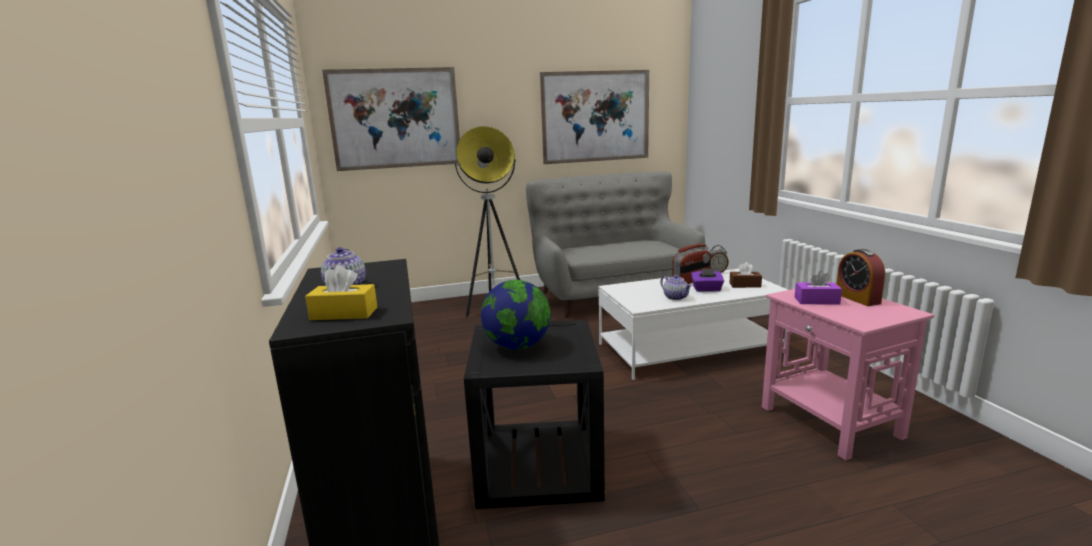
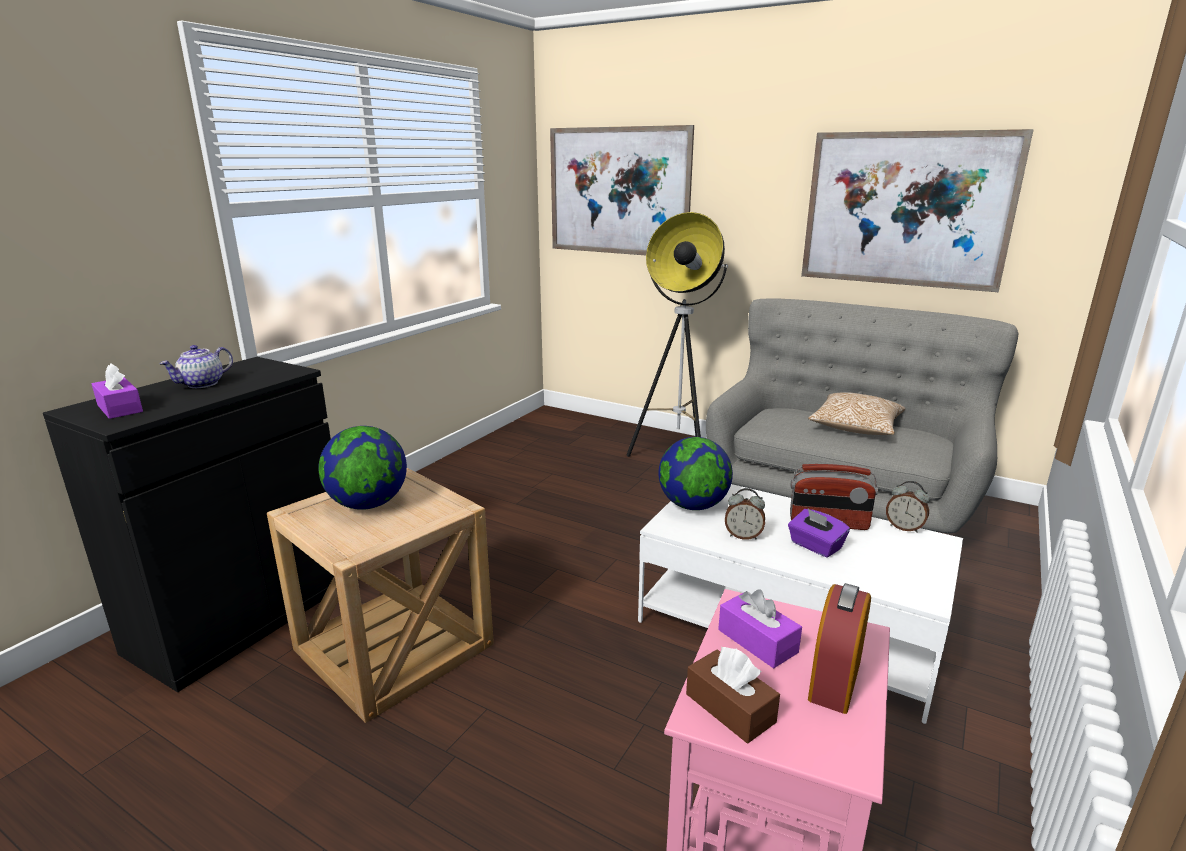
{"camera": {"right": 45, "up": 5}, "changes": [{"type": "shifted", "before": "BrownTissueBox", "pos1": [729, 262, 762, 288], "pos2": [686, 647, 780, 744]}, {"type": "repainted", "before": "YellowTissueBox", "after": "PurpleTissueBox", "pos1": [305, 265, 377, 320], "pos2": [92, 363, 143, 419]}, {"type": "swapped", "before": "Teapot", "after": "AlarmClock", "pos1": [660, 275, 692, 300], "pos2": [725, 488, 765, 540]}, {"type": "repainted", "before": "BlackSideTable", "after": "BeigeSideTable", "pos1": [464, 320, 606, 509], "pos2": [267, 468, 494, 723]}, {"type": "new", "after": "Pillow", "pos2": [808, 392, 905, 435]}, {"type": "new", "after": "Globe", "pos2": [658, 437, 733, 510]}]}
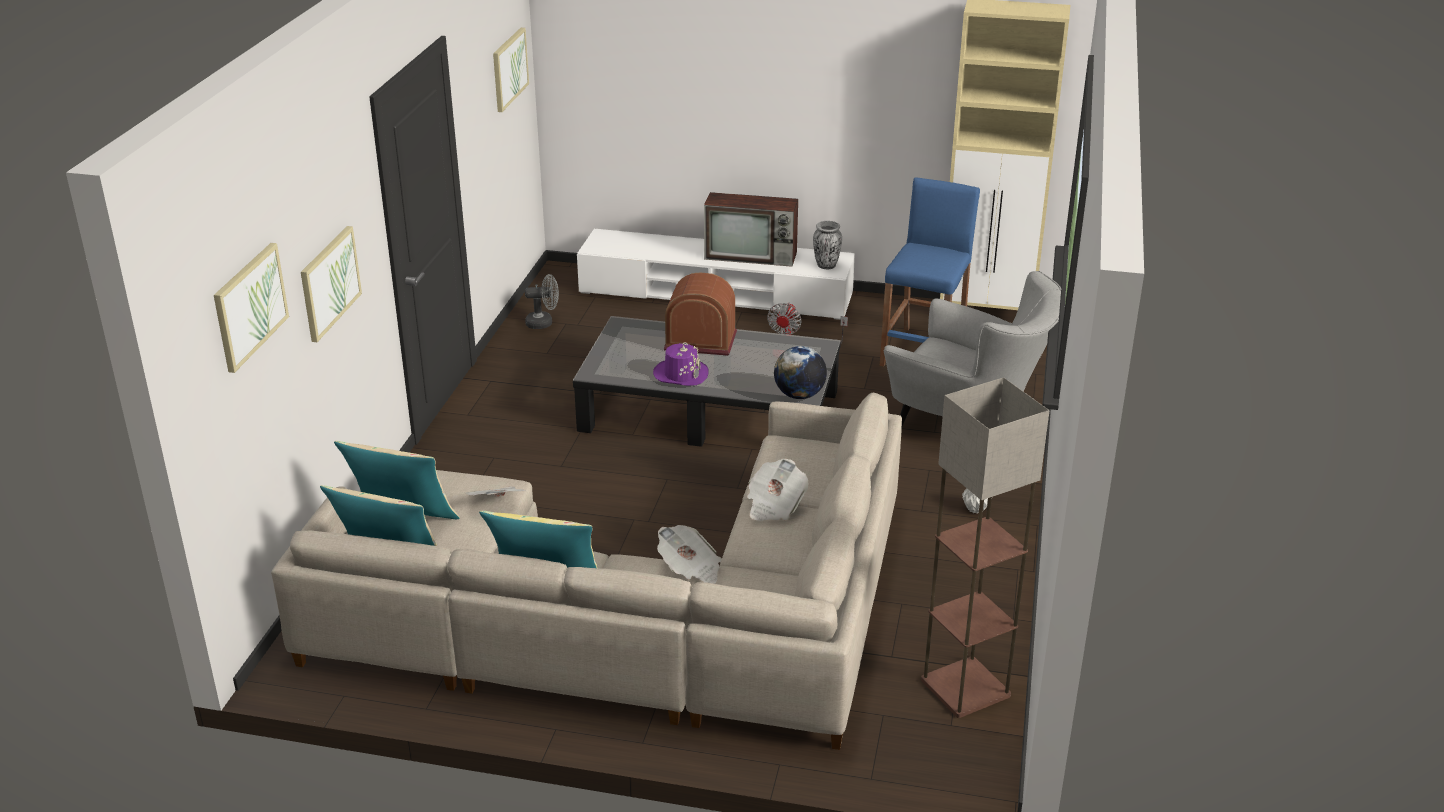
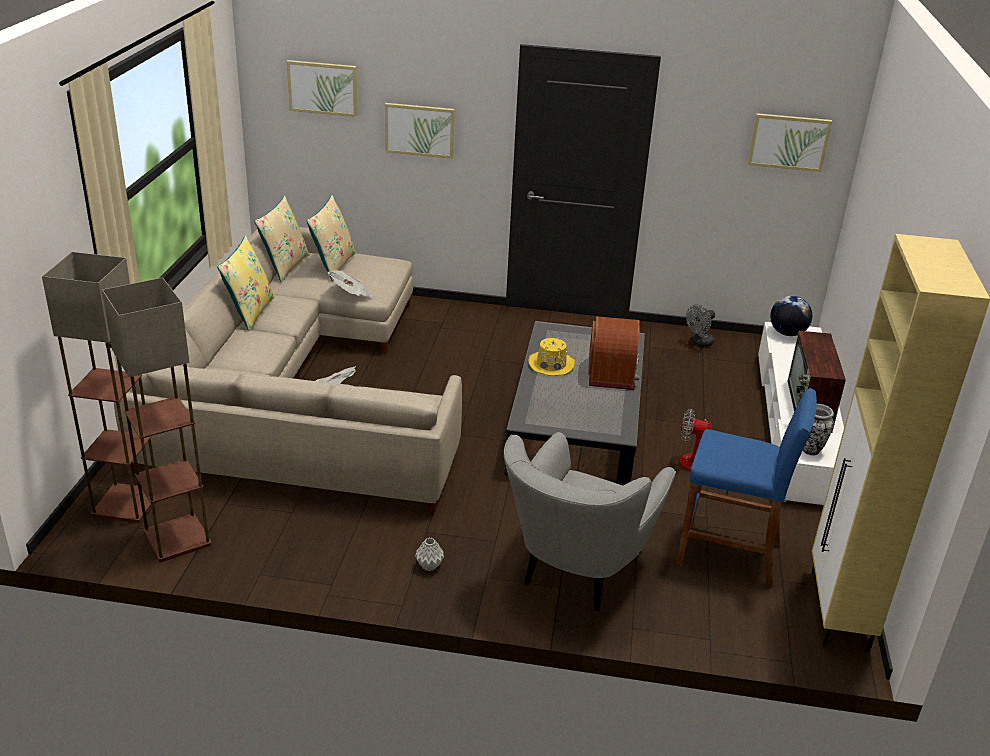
{"camera": {"right": 85, "up": 0}, "changes": [{"type": "rotated", "before": "GreyFan", "pos1": [525, 274, 559, 329], "pos2": [686, 304, 715, 347], "turn": 60}, {"type": "repainted", "before": "PurpleHat", "after": "YellowHat", "pos1": [653, 342, 708, 386], "pos2": [528, 338, 575, 376]}, {"type": "shifted", "before": "Globe", "pos1": [774, 346, 827, 399], "pos2": [770, 296, 812, 336]}, {"type": "gone", "before": "Newspaper", "pos1": [657, 525, 722, 584]}, {"type": "new", "after": "FloorLamp", "pos2": [42, 252, 155, 523]}]}
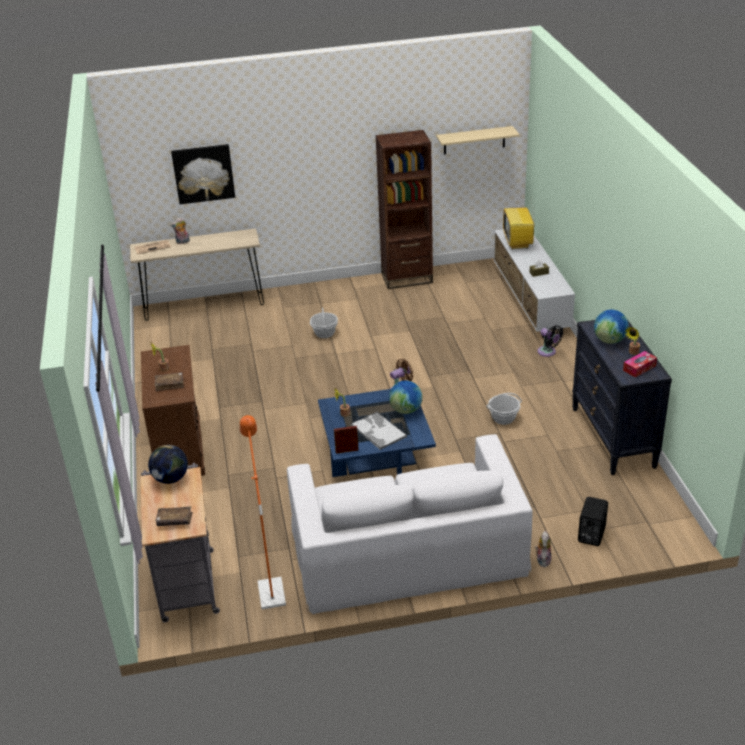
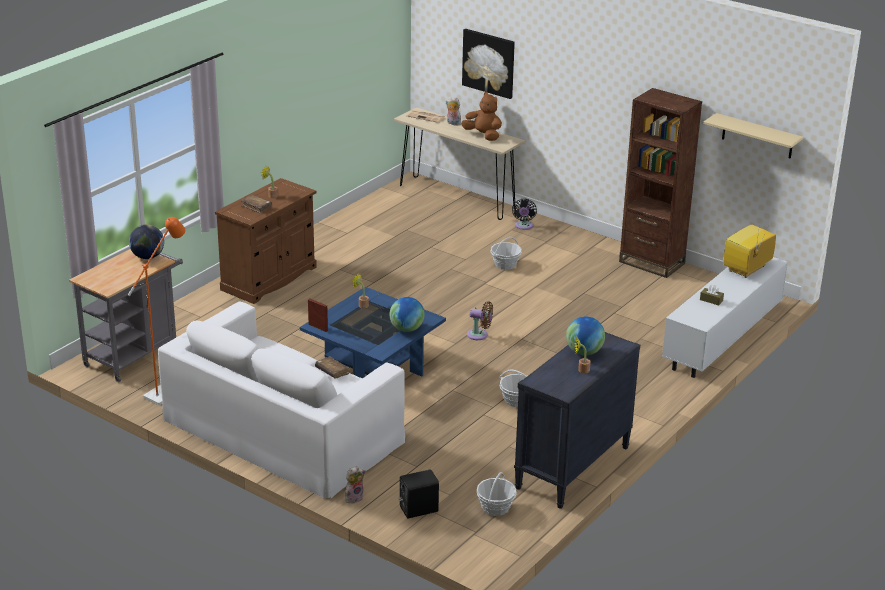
{"camera": {"right": 45, "up": -5}, "changes": [{"type": "shifted", "before": "BlackFan", "pos1": [538, 325, 563, 357], "pos2": [512, 199, 537, 230]}, {"type": "gone", "before": "TissueBox", "pos1": [623, 351, 657, 377]}, {"type": "gone", "before": "Tray", "pos1": [351, 412, 407, 450]}, {"type": "shifted", "before": "BrownBook", "pos1": [156, 506, 192, 526], "pos2": [315, 356, 349, 379]}, {"type": "new", "after": "BrownPlushToy", "pos2": [461, 92, 502, 141]}, {"type": "new", "after": "Basket", "pos2": [477, 472, 517, 516]}]}
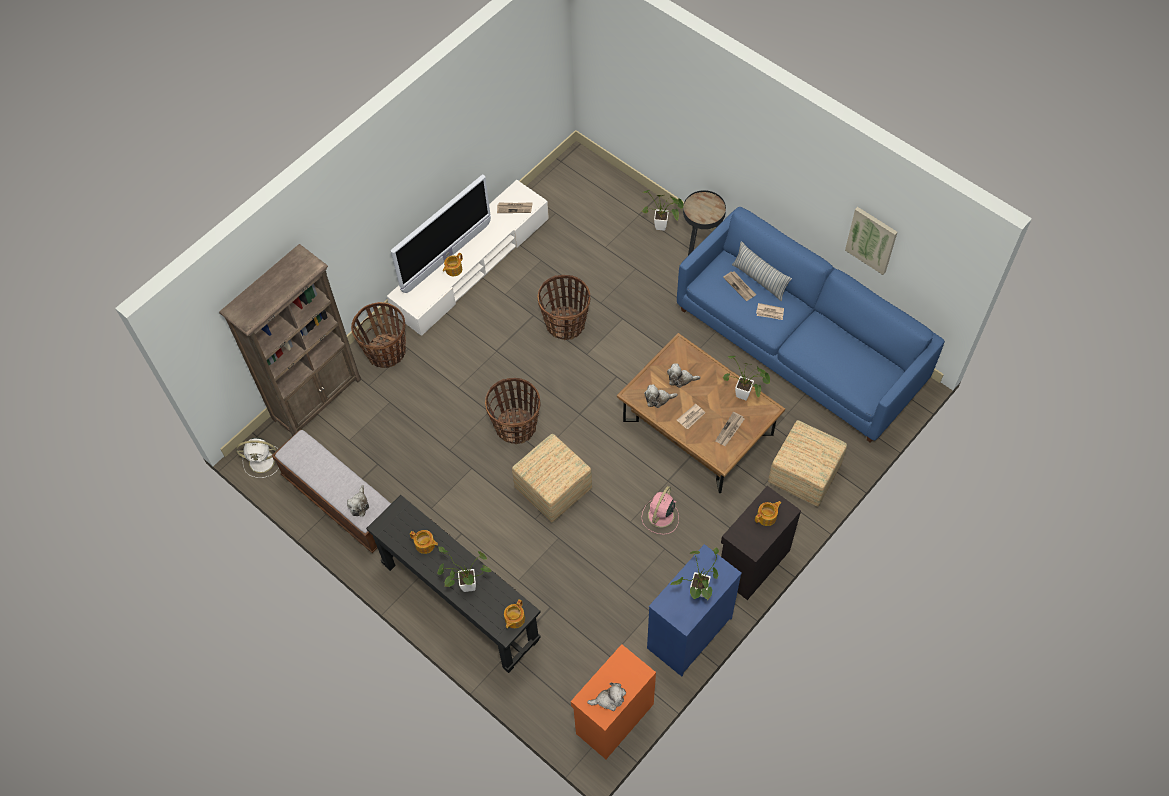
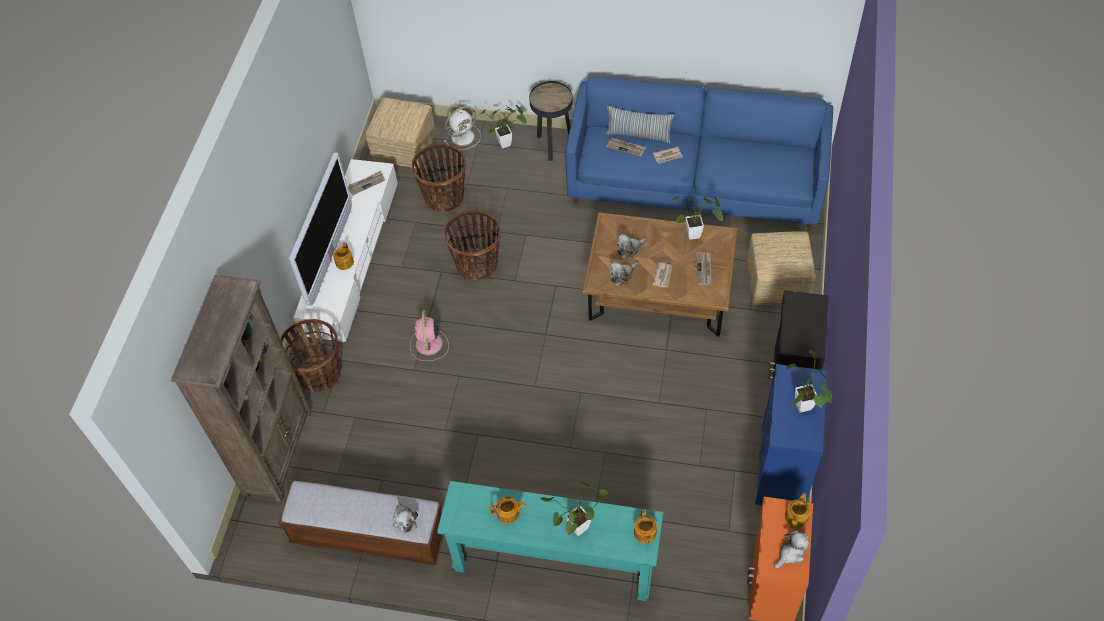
{"camera": {"right": -30, "up": -5}, "changes": [{"type": "gone", "before": "Picture", "pos1": [845, 207, 898, 275]}, {"type": "shifted", "before": "Basket", "pos1": [485, 378, 540, 444], "pos2": [412, 144, 466, 211]}, {"type": "shifted", "before": "Ottoman", "pos1": [512, 434, 592, 523], "pos2": [365, 97, 436, 168]}, {"type": "shifted", "before": "WhiteFan", "pos1": [236, 438, 279, 478], "pos2": [444, 106, 481, 150]}, {"type": "shifted", "before": "PinkFan", "pos1": [641, 486, 679, 535], "pos2": [410, 310, 449, 361]}, {"type": "repainted", "before": "BlackConsoleTable", "after": "TurquoiseConsoleTable", "pos1": [366, 495, 541, 673], "pos2": [437, 481, 664, 601]}, {"type": "shifted", "before": "Teapot", "pos1": [755, 501, 782, 526], "pos2": [785, 493, 811, 529]}]}
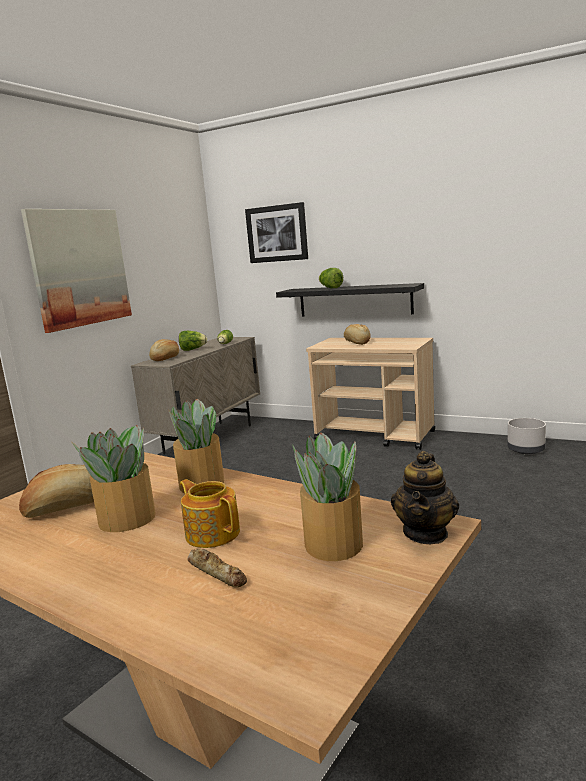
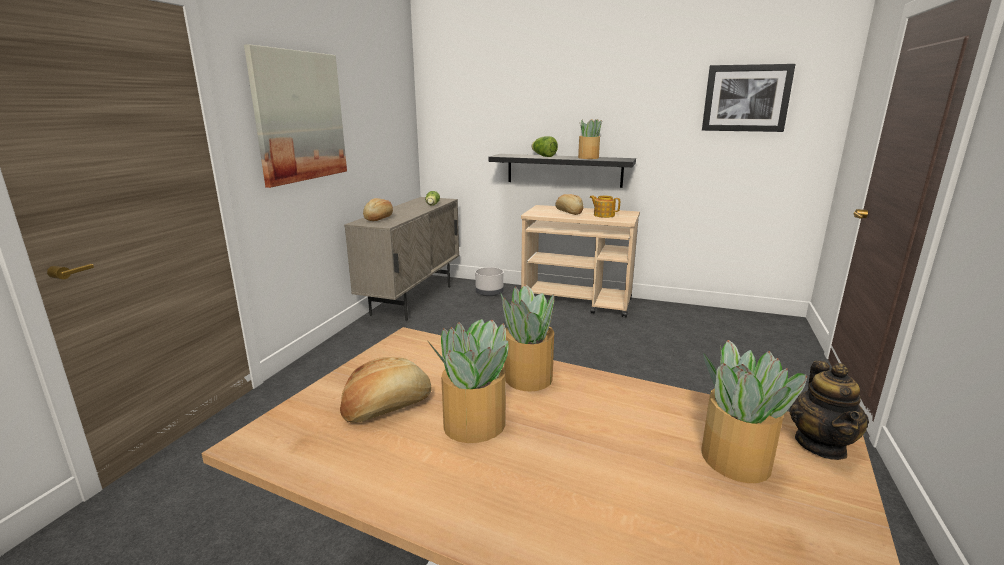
{"camera": {"right": -10, "up": 5}, "changes": [{"type": "shifted", "before": "Picture", "pos1": [245, 202, 308, 263], "pos2": [702, 64, 795, 132]}, {"type": "gone", "before": "Lettuce", "pos1": [179, 331, 207, 351]}, {"type": "shifted", "before": "GreyPlanter", "pos1": [508, 418, 546, 454], "pos2": [475, 267, 504, 296]}, {"type": "shifted", "before": "Teapot", "pos1": [180, 479, 240, 548], "pos2": [589, 195, 620, 218]}, {"type": "gone", "before": "Bread", "pos1": [187, 549, 247, 587]}, {"type": "new", "after": "PottedPlant", "pos2": [578, 119, 602, 159]}]}
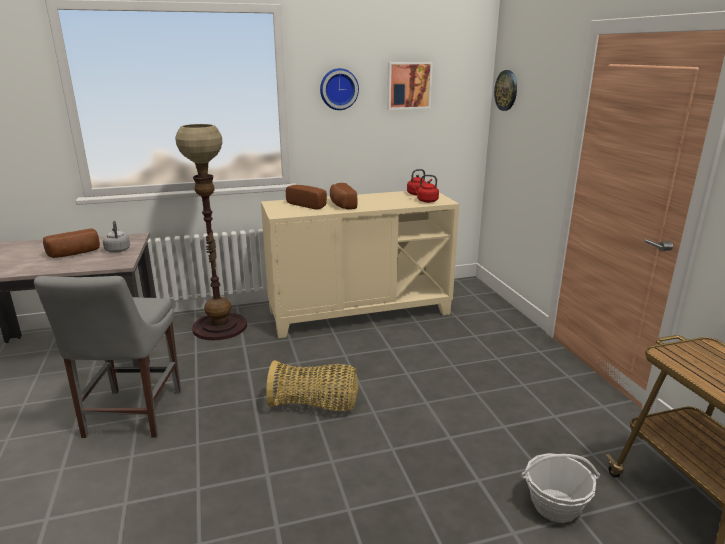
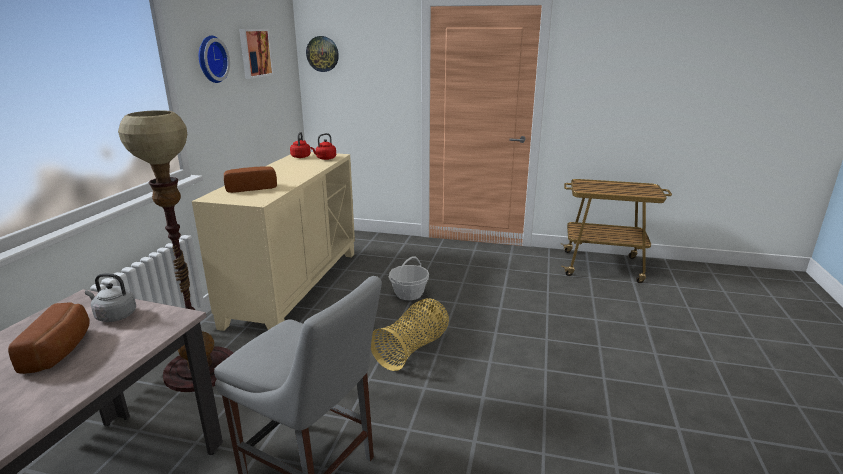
{"camera": {"right": -60, "up": 0}, "changes": [{"type": "gone", "before": "Bread", "pos1": [330, 183, 358, 209]}, {"type": "shifted", "before": "Basket", "pos1": [521, 453, 600, 523], "pos2": [389, 256, 429, 300]}]}
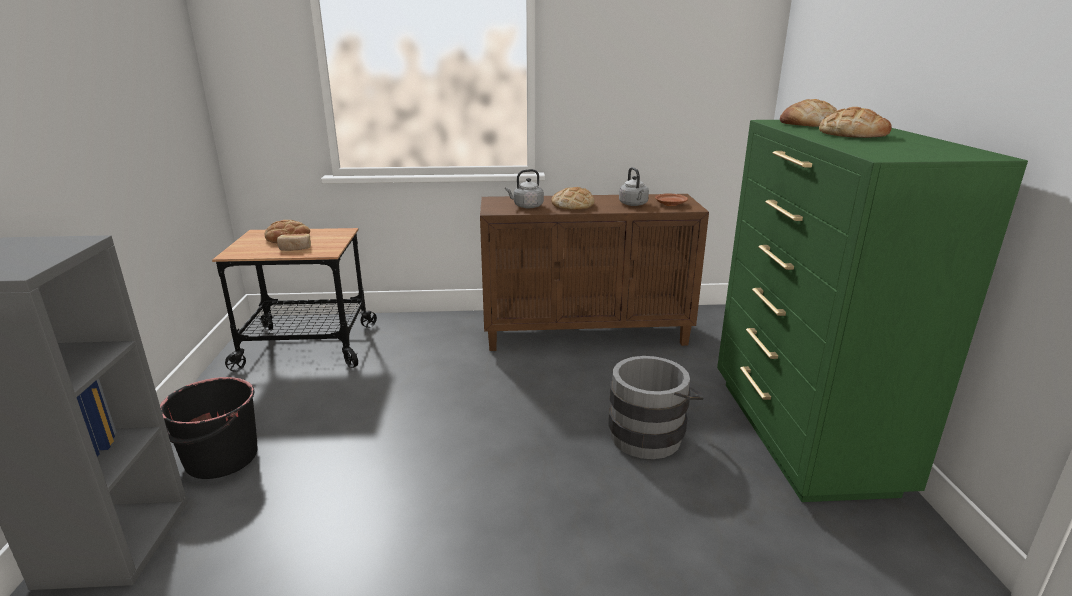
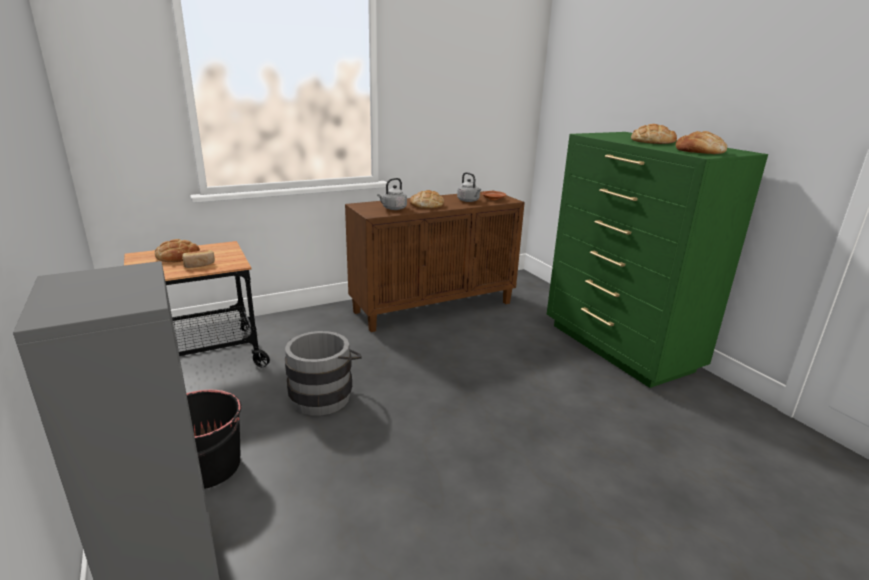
{"camera": {"right": -25, "up": 0}, "changes": [{"type": "shifted", "before": "Bread", "pos1": [780, 99, 837, 127], "pos2": [676, 131, 727, 154]}, {"type": "shifted", "before": "GreyBucket", "pos1": [608, 356, 703, 459], "pos2": [285, 331, 362, 416]}]}
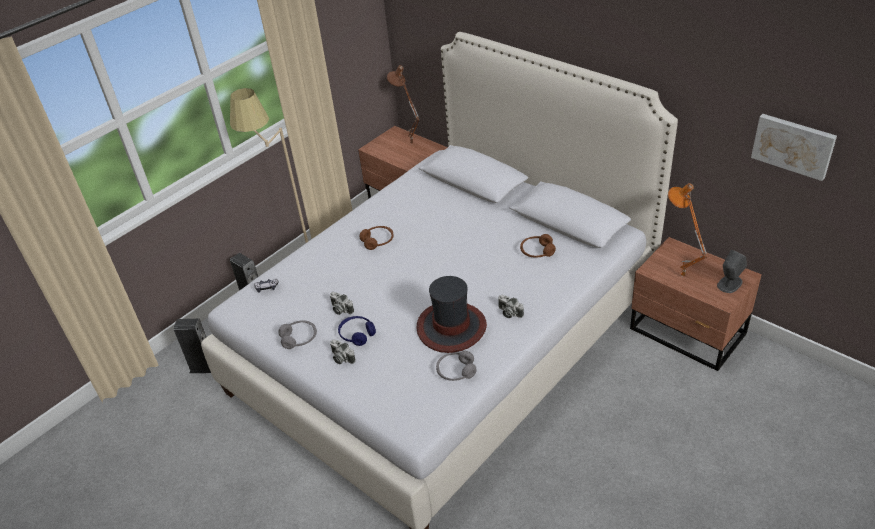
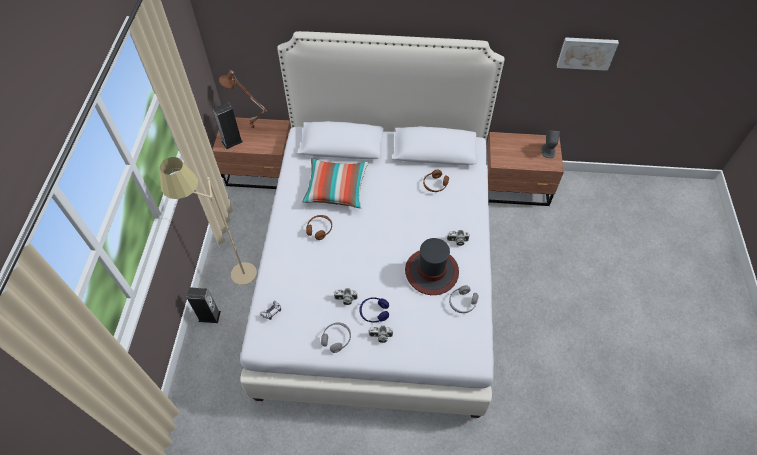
{"camera": {"right": -40, "up": 15}, "changes": [{"type": "gone", "before": "OrangeTableLamp", "pos1": [668, 183, 707, 278]}, {"type": "shifted", "before": "Speaker", "pos1": [174, 319, 211, 373], "pos2": [212, 102, 243, 149]}, {"type": "new", "after": "Pillow", "pos2": [302, 158, 368, 208]}]}
